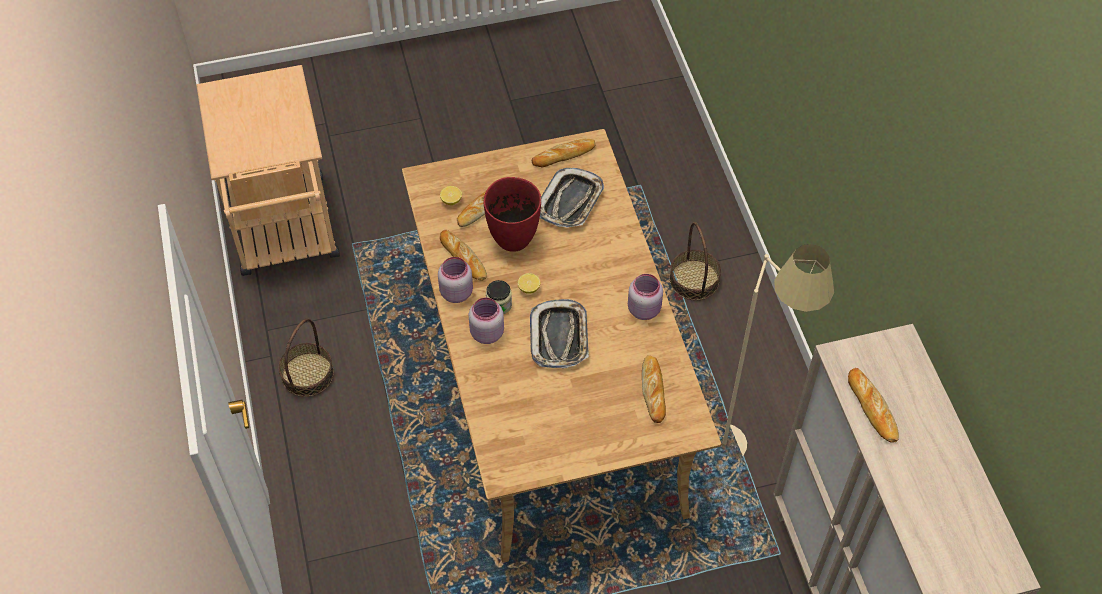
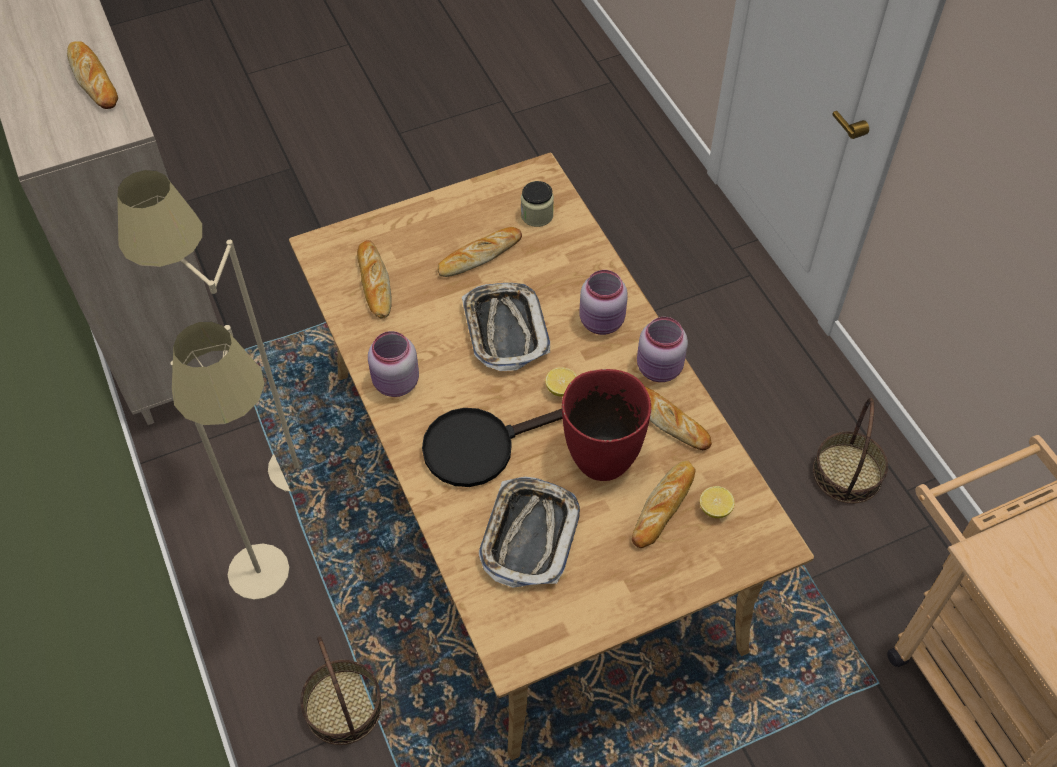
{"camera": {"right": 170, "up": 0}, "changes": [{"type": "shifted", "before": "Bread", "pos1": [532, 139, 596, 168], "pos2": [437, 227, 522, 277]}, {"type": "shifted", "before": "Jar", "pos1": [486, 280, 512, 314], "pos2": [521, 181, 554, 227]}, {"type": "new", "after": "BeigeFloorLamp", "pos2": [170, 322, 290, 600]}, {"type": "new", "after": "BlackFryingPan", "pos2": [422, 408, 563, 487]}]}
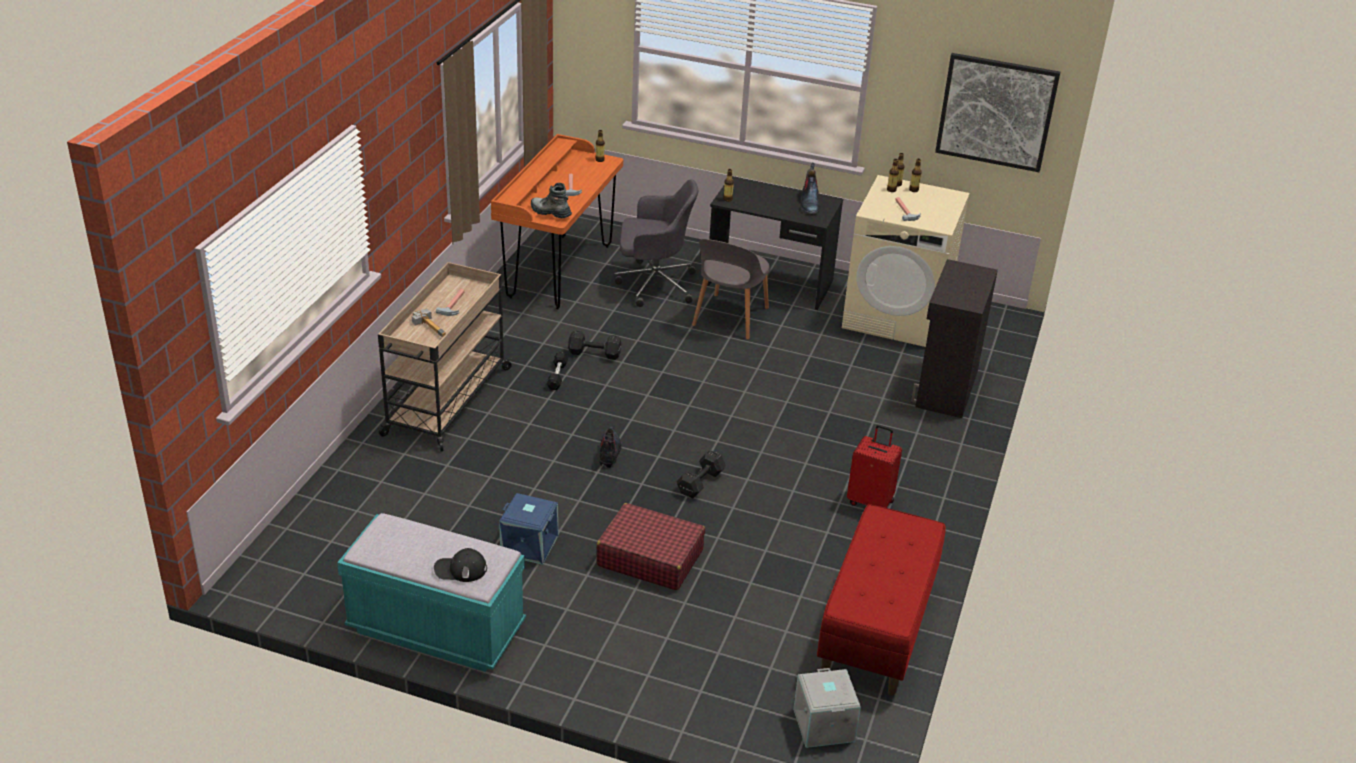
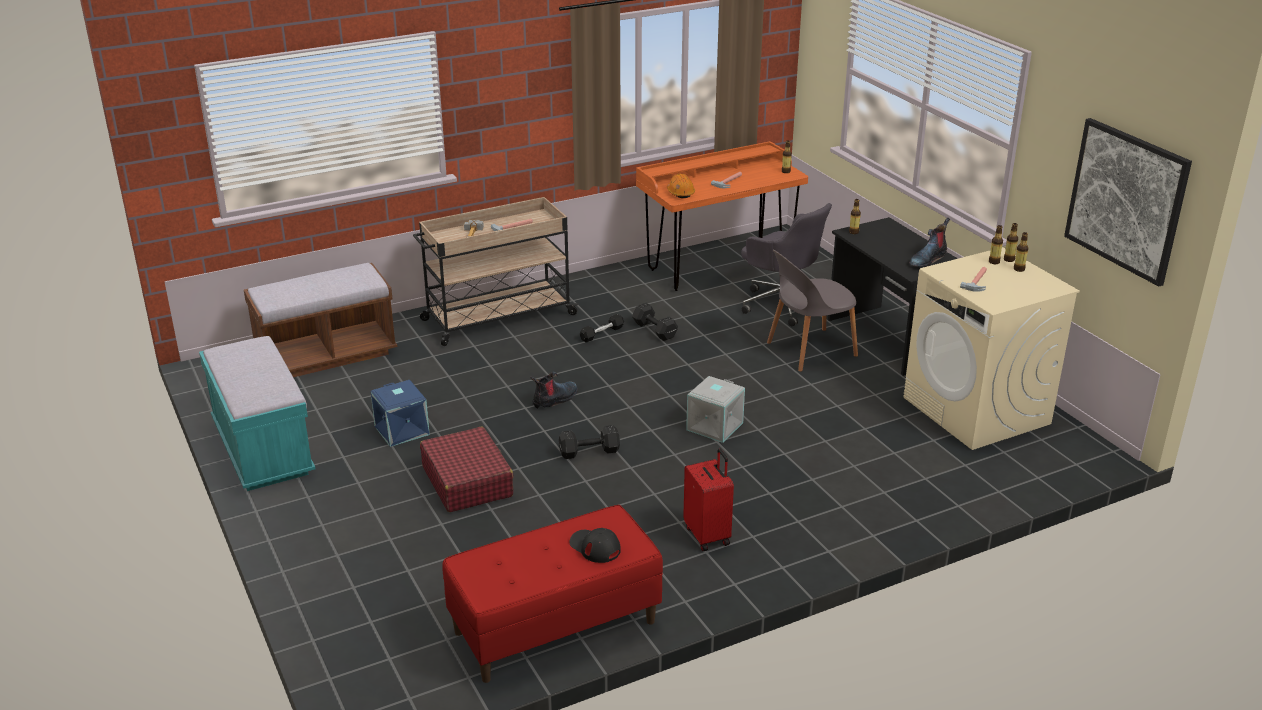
{"camera": {"right": 45, "up": -5}, "changes": [{"type": "swapped", "before": "Boot", "after": "OrangeHardHat", "pos1": [531, 183, 572, 218], "pos2": [667, 173, 695, 198]}, {"type": "gone", "before": "BlackCabinet", "pos1": [911, 259, 998, 418]}, {"type": "shifted", "before": "BlackCap", "pos1": [434, 548, 487, 582], "pos2": [569, 528, 621, 563]}, {"type": "shifted", "before": "GreyStorageBox", "pos1": [793, 668, 861, 748], "pos2": [686, 376, 745, 443]}, {"type": "new", "after": "BrownBench", "pos2": [244, 263, 397, 377]}]}
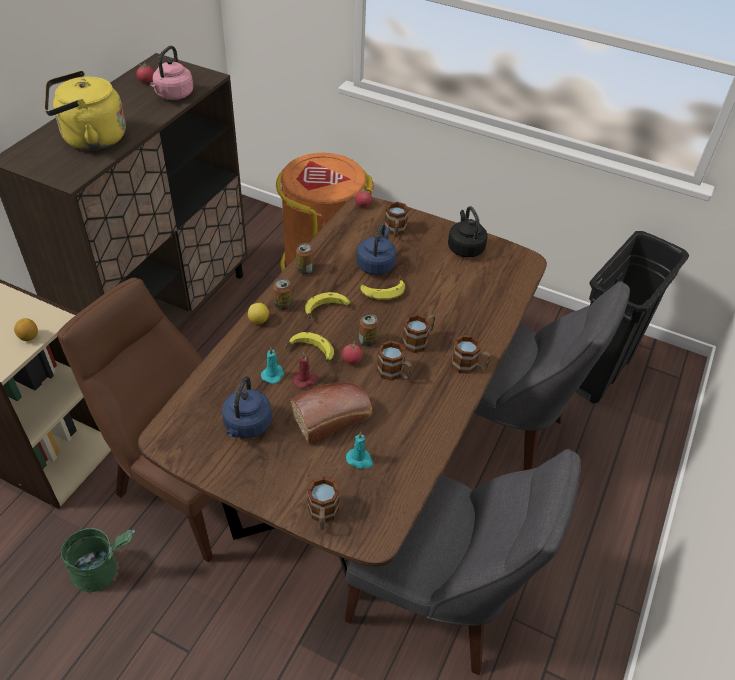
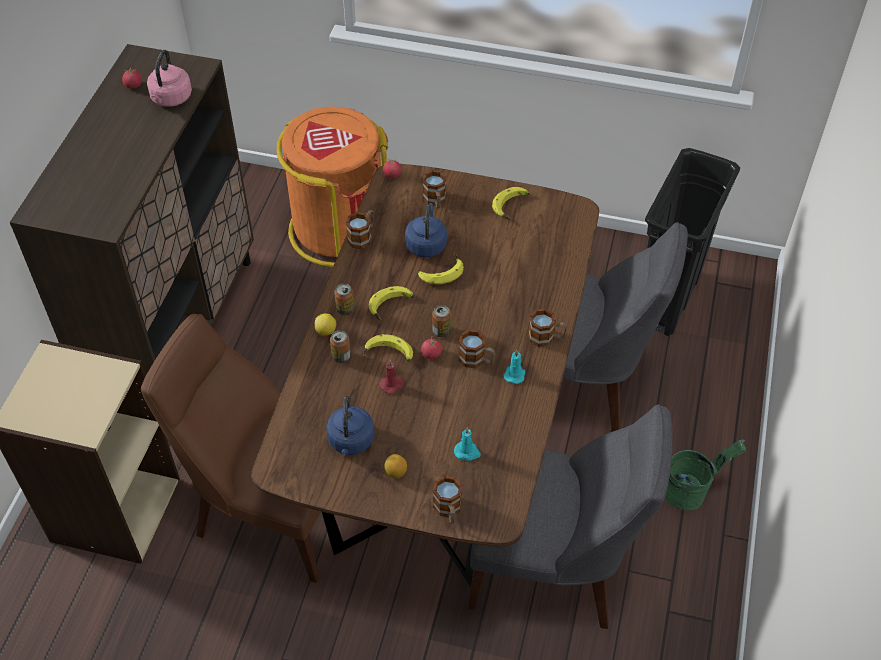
{"camera": {"right": -10, "up": 5}, "changes": [{"type": "gone", "before": "YellowKettle", "pos1": [44, 71, 126, 150]}, {"type": "swapped", "before": "BlackKettle", "after": "Banana", "pos1": [448, 206, 488, 257], "pos2": [492, 187, 529, 220]}, {"type": "shifted", "before": "Can", "pos1": [296, 243, 314, 274], "pos2": [330, 330, 351, 363]}, {"type": "shifted", "before": "Mug", "pos1": [402, 314, 435, 353], "pos2": [346, 210, 374, 249]}, {"type": "shifted", "before": "Lemon", "pos1": [14, 318, 38, 341], "pos2": [384, 454, 407, 478]}, {"type": "shifted", "before": "TurquoiseCandle", "pos1": [261, 347, 284, 384], "pos2": [503, 350, 525, 384]}, {"type": "gone", "before": "Bread", "pos1": [291, 383, 372, 444]}, {"type": "shifted", "before": "GreenBucket", "pos1": [61, 528, 135, 592], "pos2": [665, 439, 746, 510]}]}
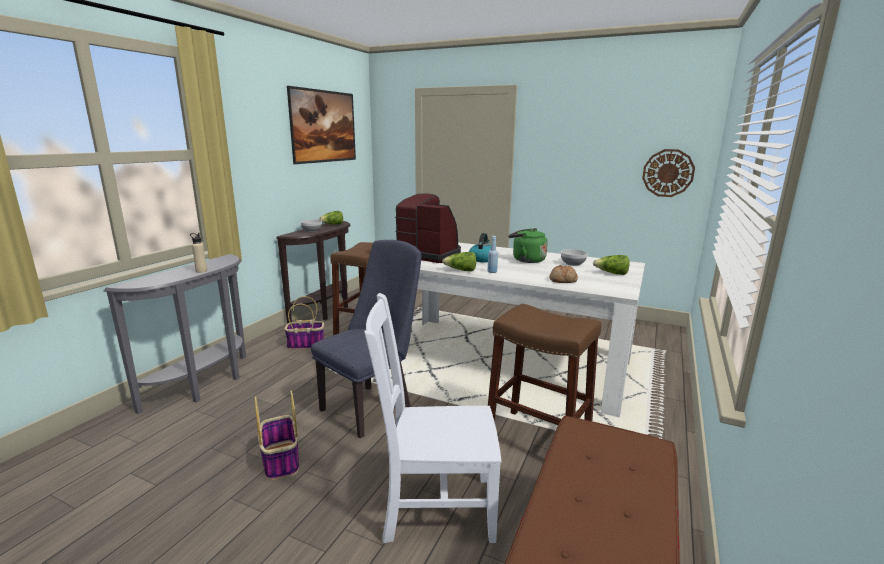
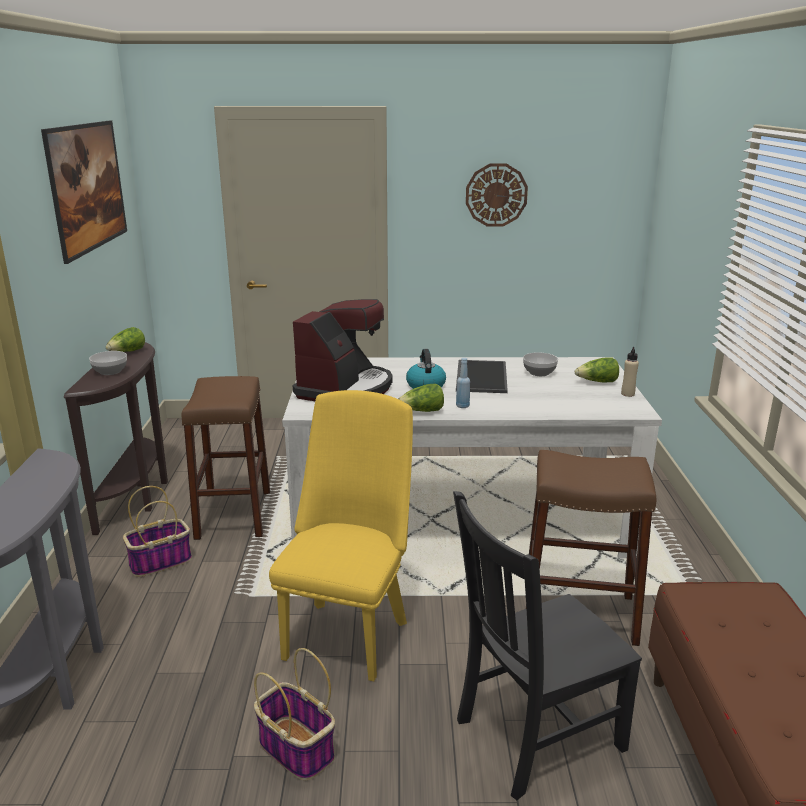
{"camera": {"right": -25, "up": 5}, "changes": [{"type": "shifted", "before": "WallClock", "pos1": [642, 149, 695, 197], "pos2": [466, 163, 528, 227]}, {"type": "rotated", "before": "CoffeeMachine", "pos1": [395, 193, 461, 263], "pos2": [293, 299, 393, 401], "turn": 105}, {"type": "swapped", "before": "GreenKettle", "after": "Tray", "pos1": [508, 228, 548, 263], "pos2": [456, 360, 508, 393]}, {"type": "shifted", "before": "BeigeBottle", "pos1": [190, 233, 207, 273], "pos2": [621, 347, 639, 397]}, {"type": "repainted", "before": "BlueChair", "after": "YellowChair", "pos1": [311, 240, 422, 438], "pos2": [269, 390, 413, 681]}, {"type": "gone", "before": "Bread", "pos1": [549, 265, 578, 283]}, {"type": "repainted", "before": "WhiteChair", "after": "BlackChair", "pos1": [364, 293, 501, 544], "pos2": [453, 491, 642, 800]}]}
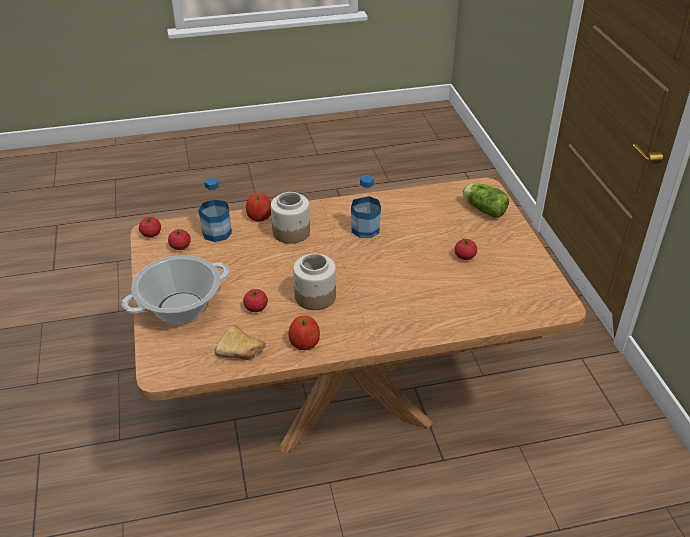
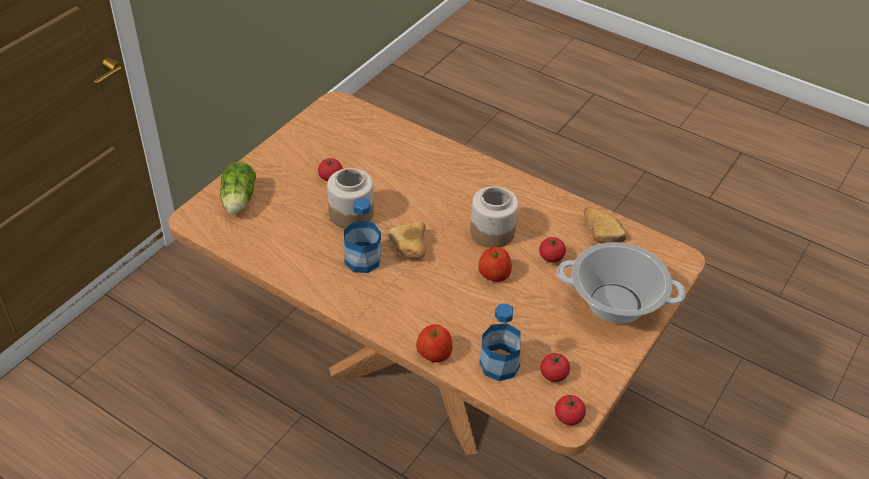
{"camera": {"right": -135, "up": 5}, "changes": [{"type": "shifted", "before": "Jar", "pos1": [271, 192, 310, 244], "pos2": [327, 168, 374, 228]}, {"type": "shifted", "before": "Apple", "pos1": [288, 316, 320, 350], "pos2": [478, 247, 512, 282]}, {"type": "new", "after": "Bread", "pos2": [388, 222, 426, 258]}]}
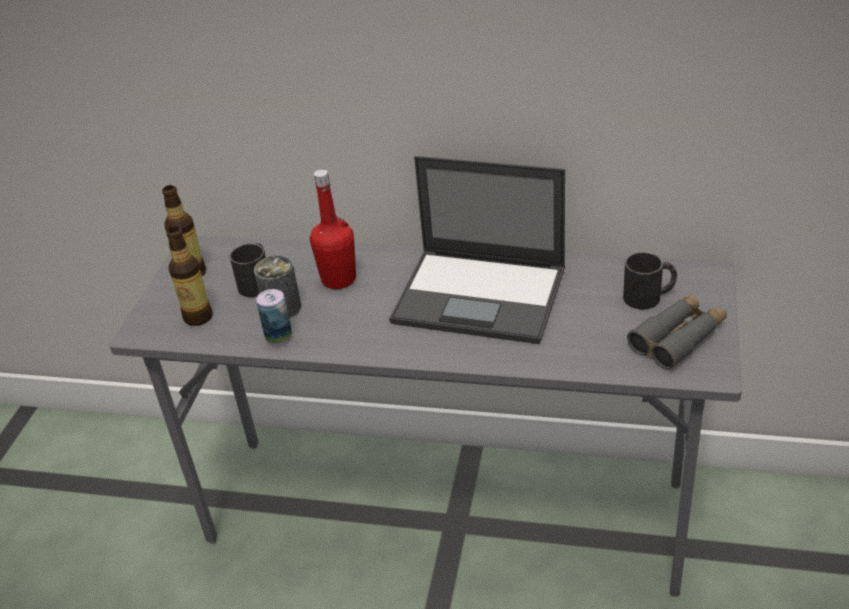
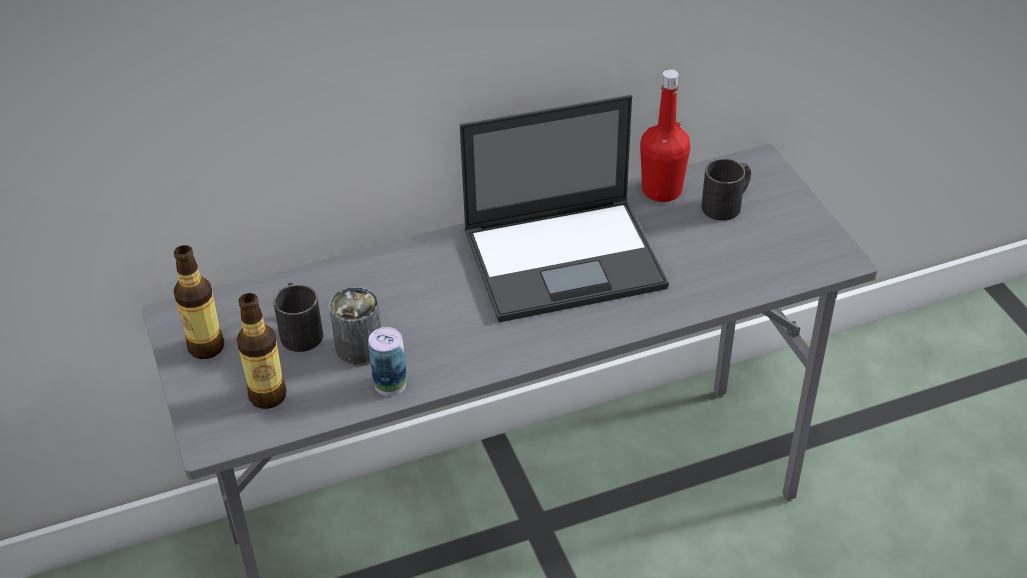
{"camera": {"right": -35, "up": 5}, "changes": [{"type": "shifted", "before": "RedBottle", "pos1": [310, 169, 356, 289], "pos2": [640, 69, 690, 202]}, {"type": "gone", "before": "GreyBinoculars", "pos1": [627, 293, 727, 369]}]}
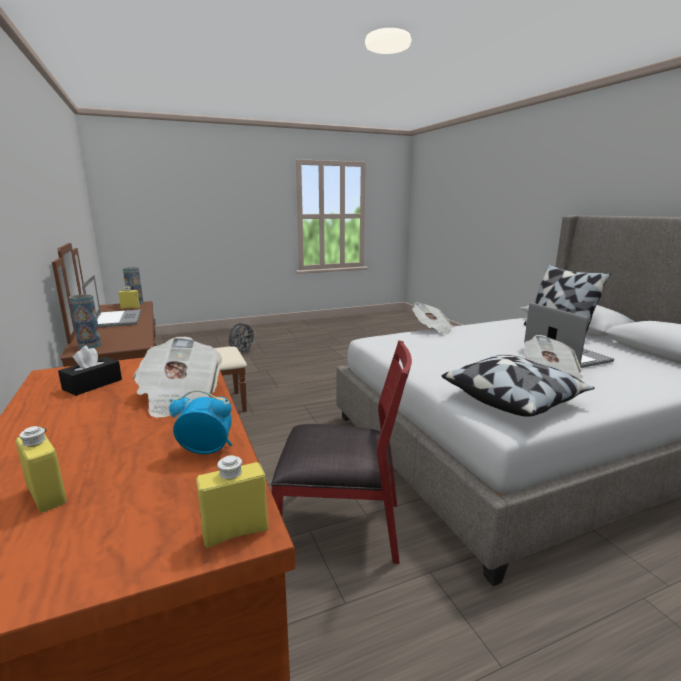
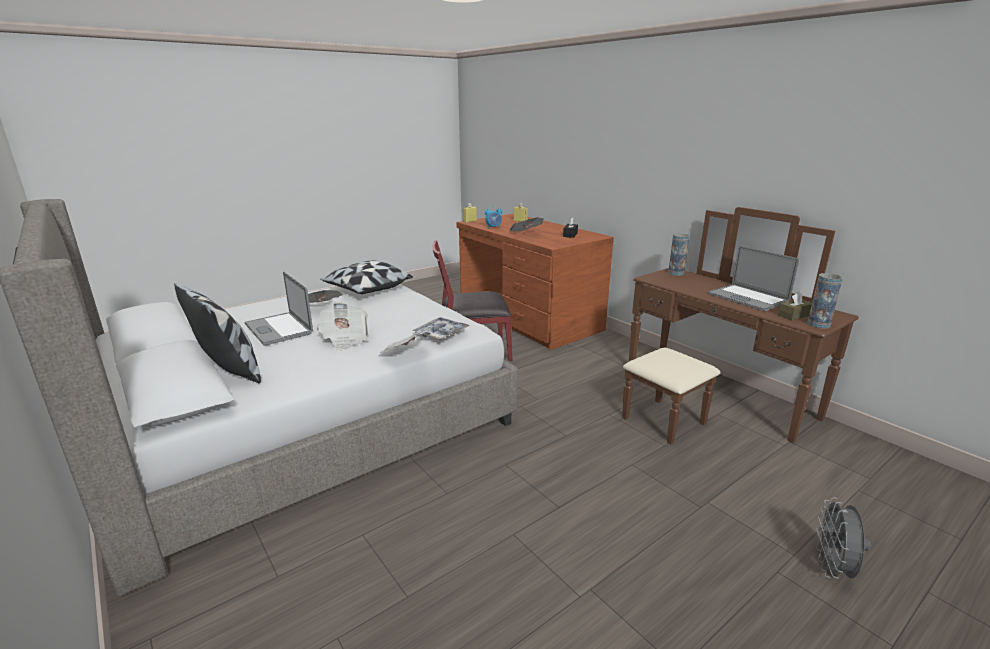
{"camera": {"right": 165, "up": 5}, "changes": [{"type": "swapped", "before": "YellowBottle", "after": "BrownTissueBox", "pos1": [118, 286, 140, 309], "pos2": [778, 291, 812, 320]}, {"type": "new", "after": "Newspaper", "pos2": [317, 302, 369, 350]}, {"type": "new", "after": "Tray", "pos2": [412, 317, 469, 340]}]}
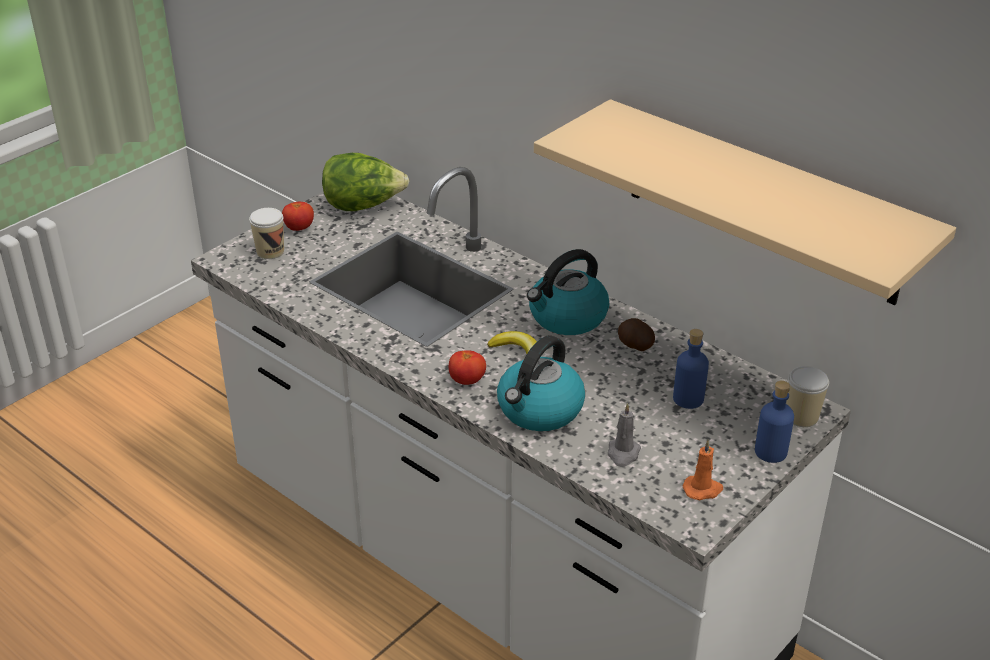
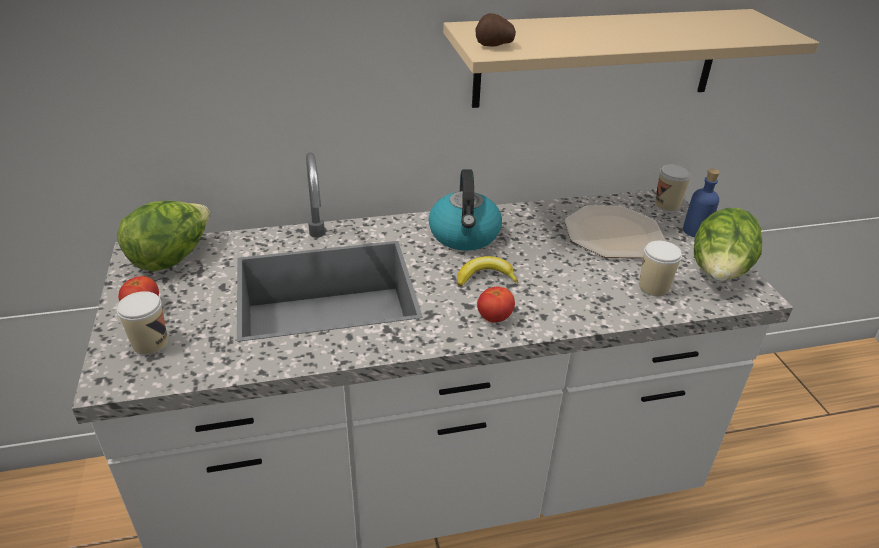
{"camera": {"right": -55, "up": 0}, "changes": [{"type": "shifted", "before": "Potato", "pos1": [618, 318, 655, 351], "pos2": [476, 13, 516, 47]}, {"type": "swapped", "before": "BlueBottle", "after": "Plate", "pos1": [673, 329, 709, 409], "pos2": [564, 205, 666, 258]}, {"type": "gone", "before": "Kettle", "pos1": [497, 335, 585, 431]}, {"type": "swapped", "before": "GreyCandle", "after": "Cup", "pos1": [608, 403, 641, 467], "pos2": [639, 241, 682, 296]}, {"type": "swapped", "before": "OrangeCandle", "after": "Lettuce", "pos1": [682, 440, 723, 500], "pos2": [694, 208, 762, 281]}]}
